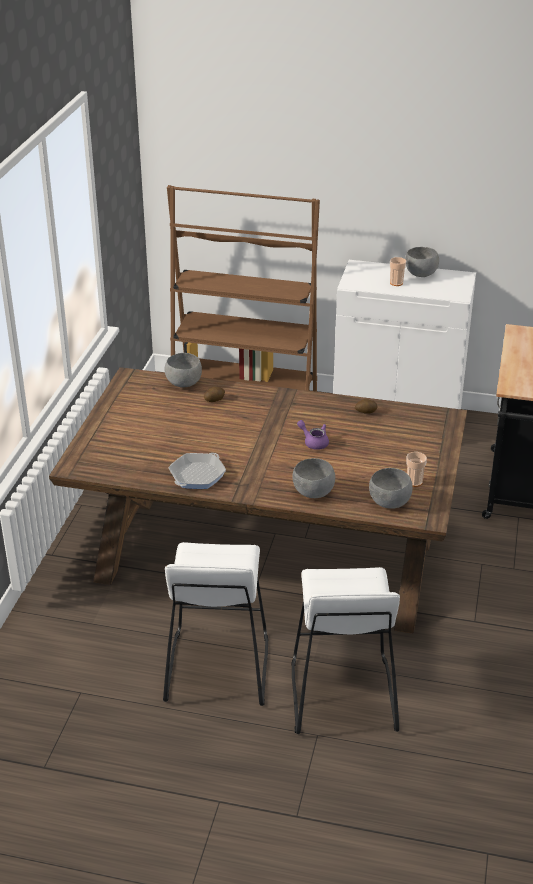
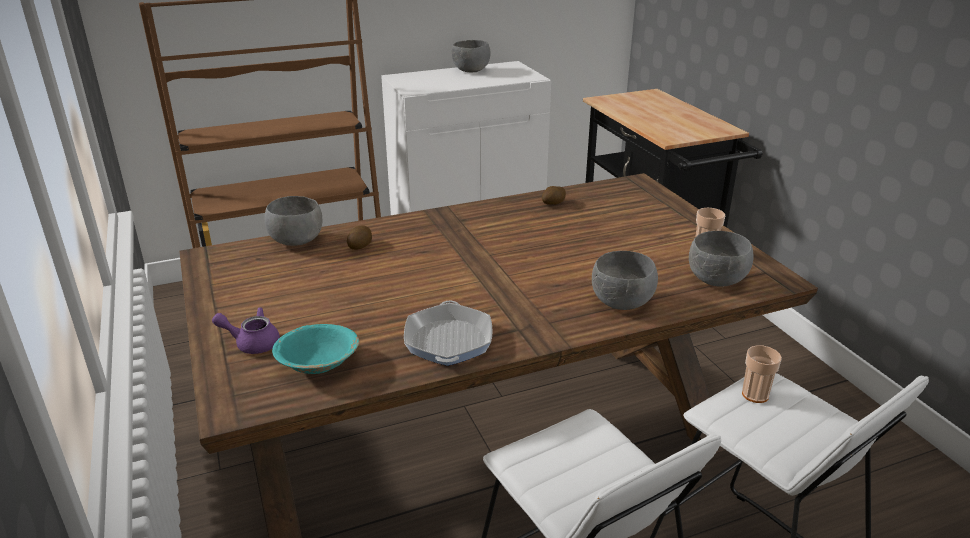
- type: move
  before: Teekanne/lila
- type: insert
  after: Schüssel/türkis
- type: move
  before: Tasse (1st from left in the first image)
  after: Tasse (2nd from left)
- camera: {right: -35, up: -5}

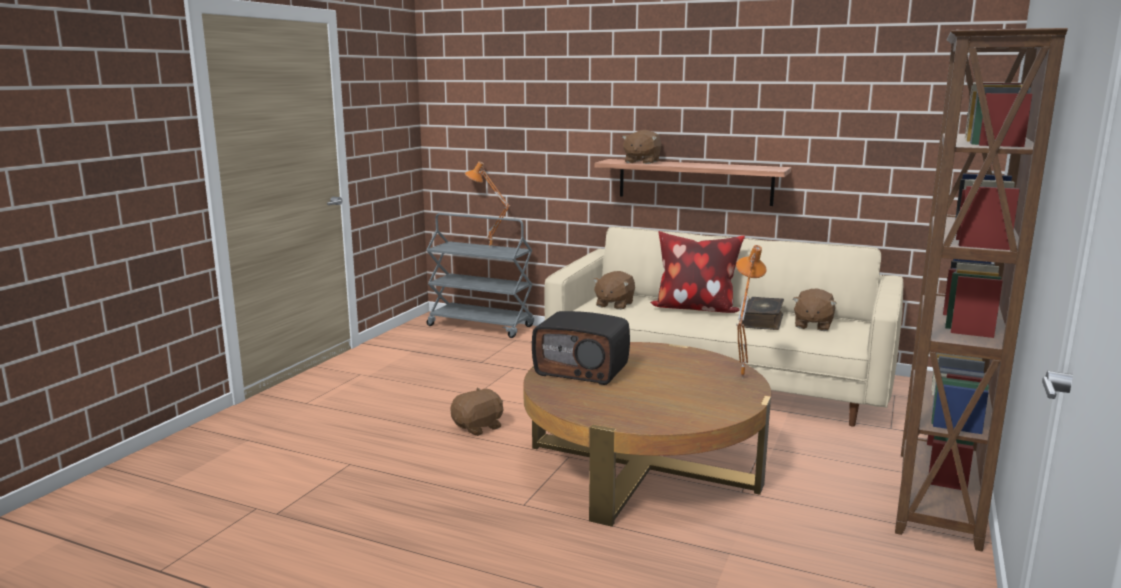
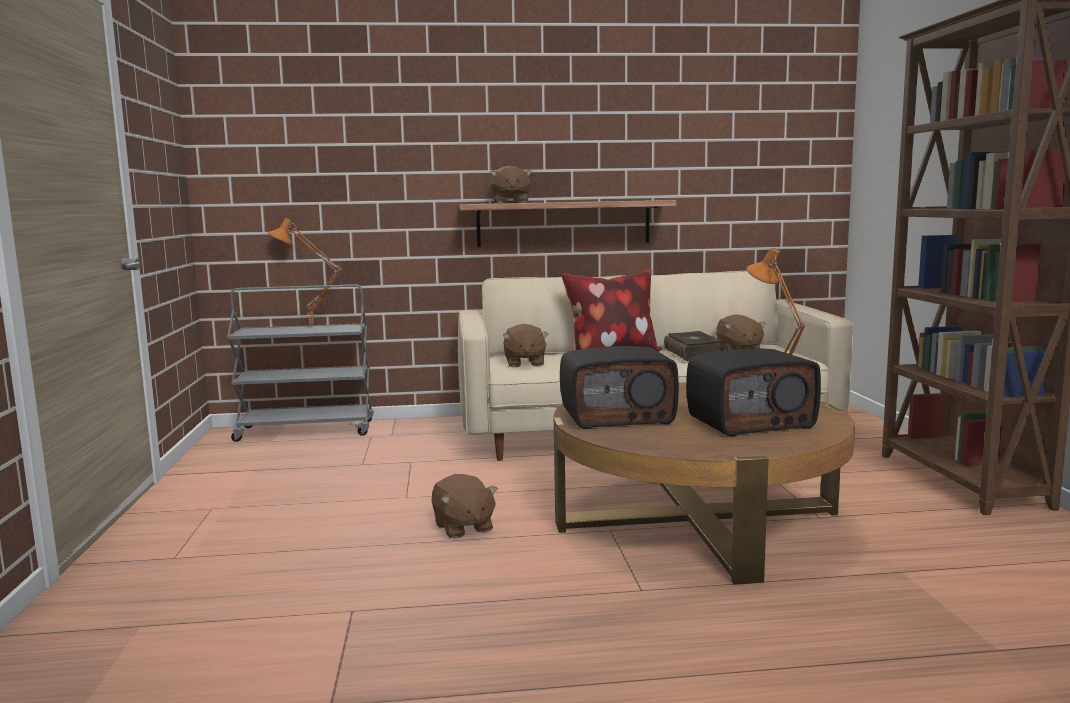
- type: rotate
  before: Plüschtier/braun (1st from left)
  turn: 135
- type: insert
  after: Radio (2nd from left)
- camera: {right: -30, up: -5}

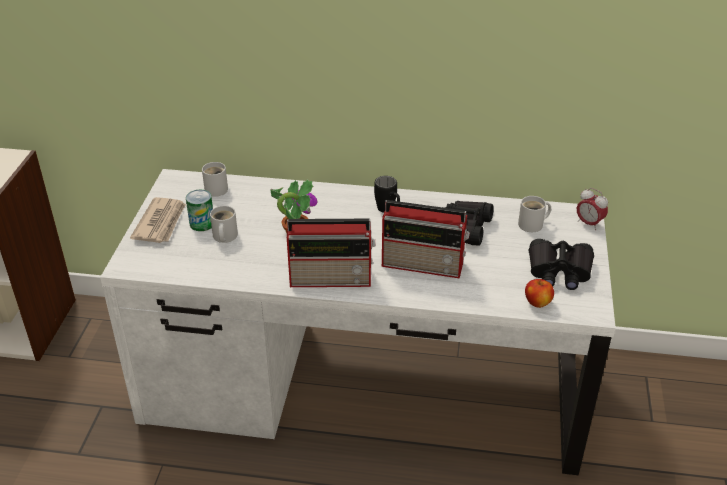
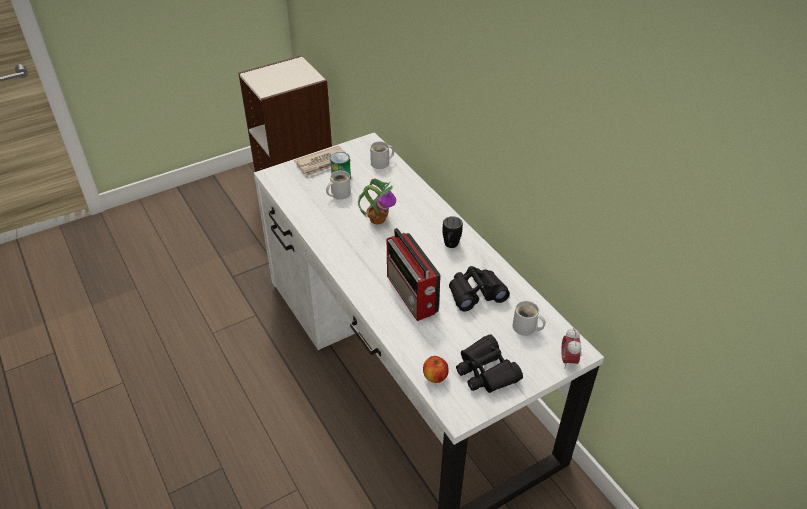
- type: delete
  before: Radio (1st from left)
- camera: {right: 50, up: 5}

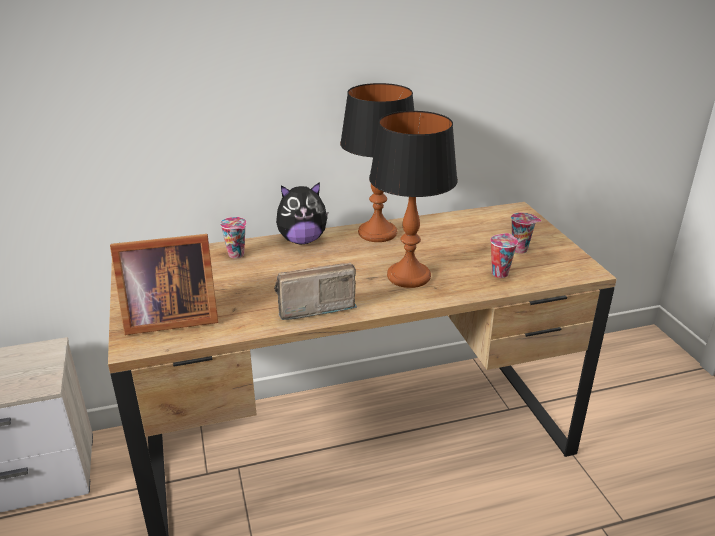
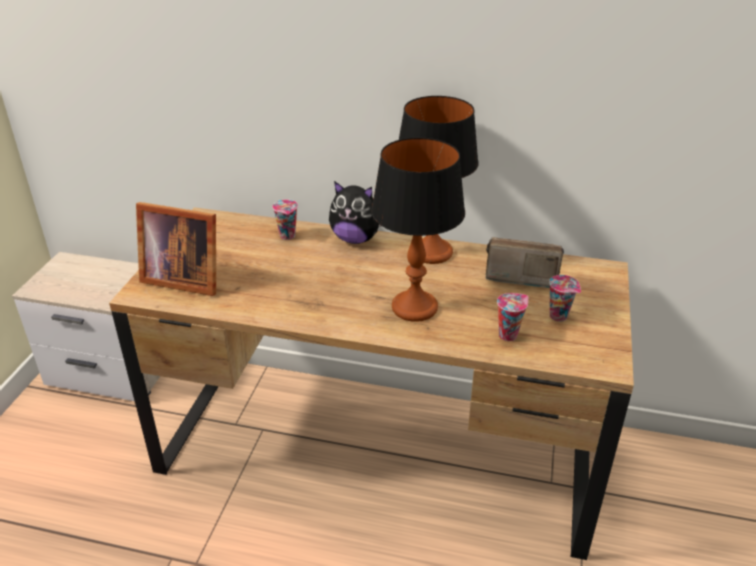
- type: move
  before: Radio
- camera: {right: 30, up: 5}

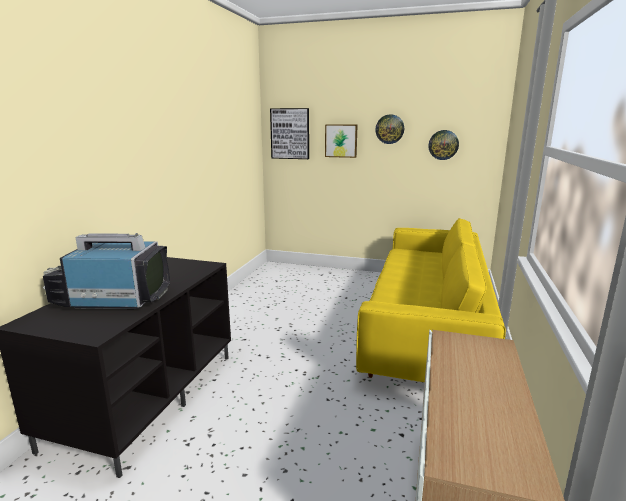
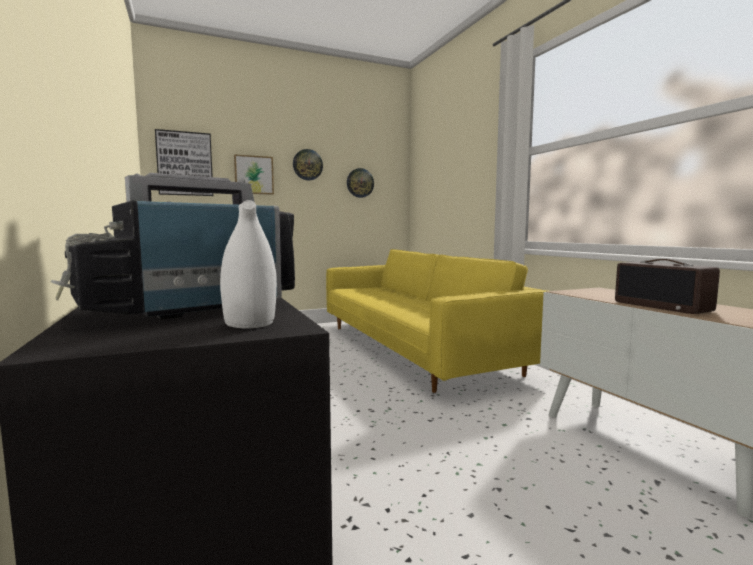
- type: insert
  after: Vase/weiß
- type: insert
  after: Radio
- camera: {right: -40, up: -10}

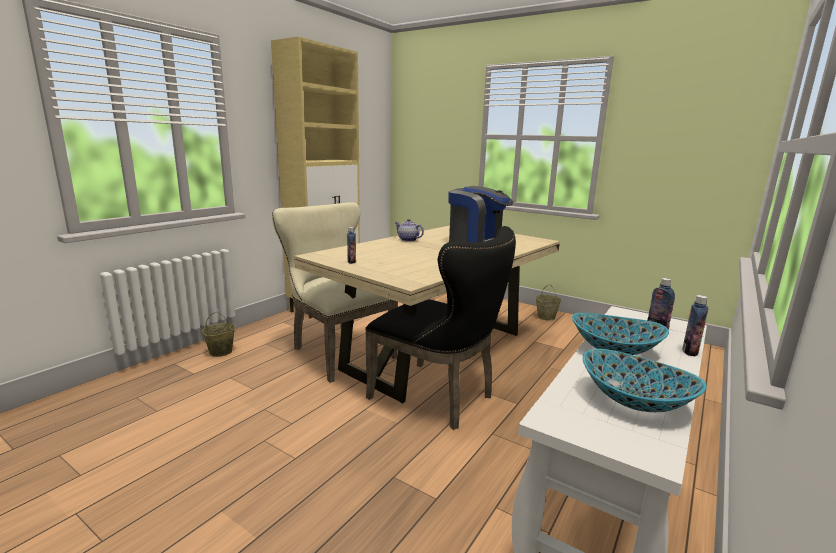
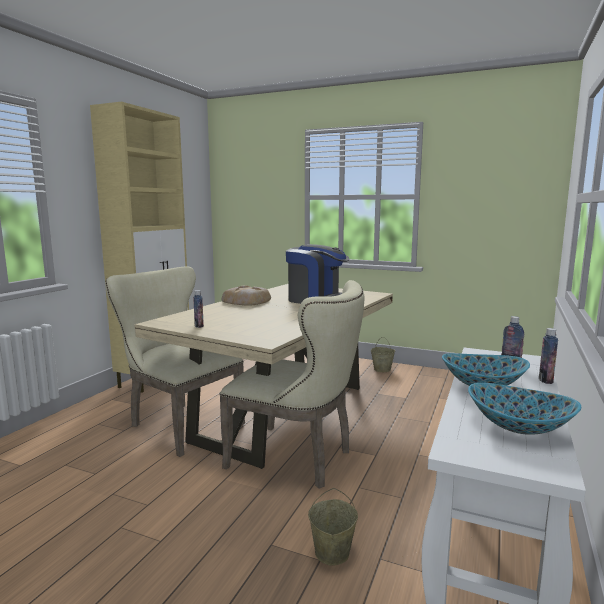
- type: recolor
  before: Stuhl/schwarz
  after: Stuhl/beige (2nd from left)
- type: replace
  before: Teekanne
  after: Brot
- type: move
  before: Eimer/beige (1st from left)
- camera: {right: -10, up: -5}

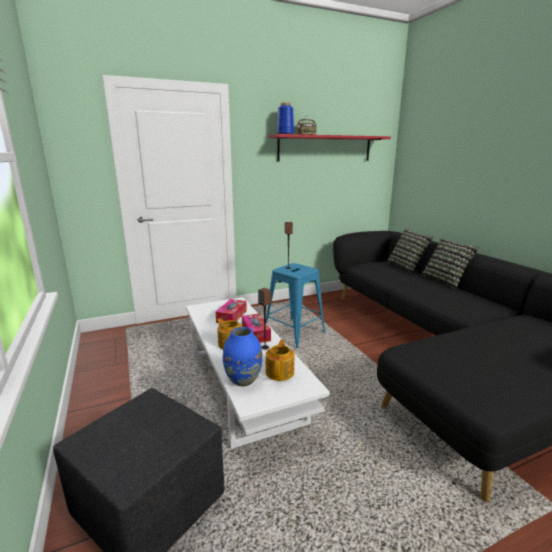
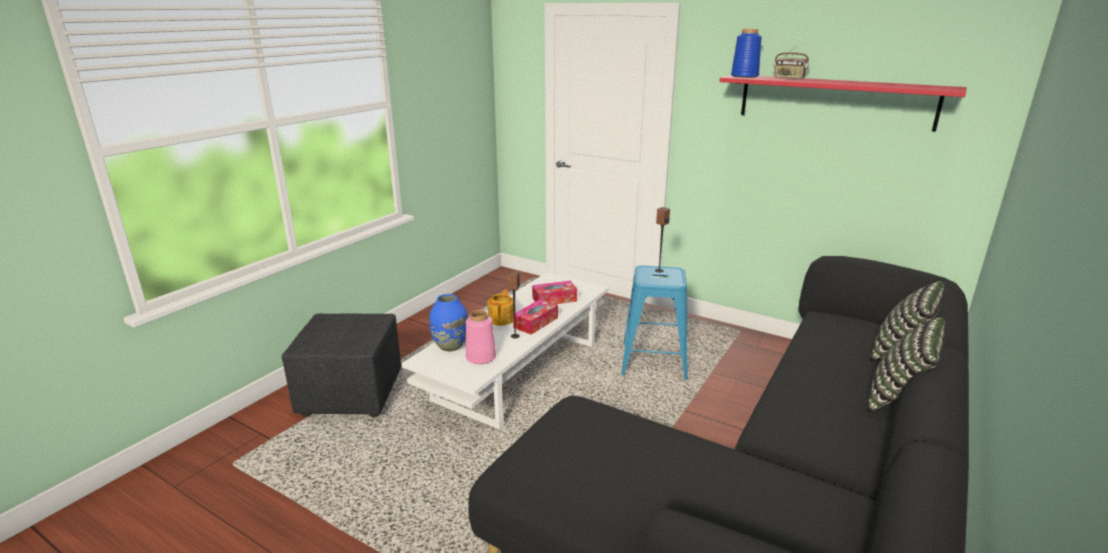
- type: replace
  before: Teekanne (2nd from left)
  after: Vase/rosa
- camera: {right: 55, up: 5}

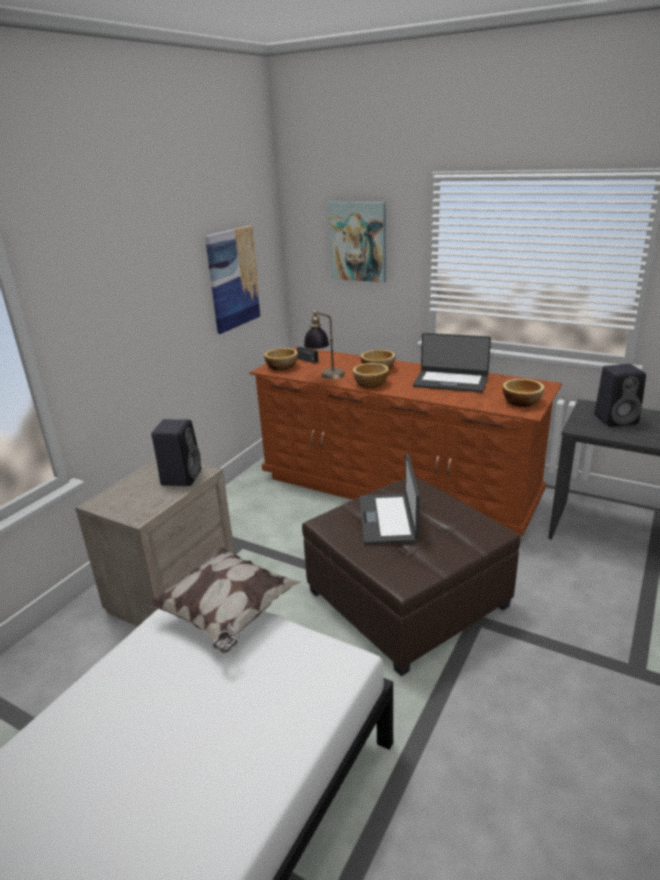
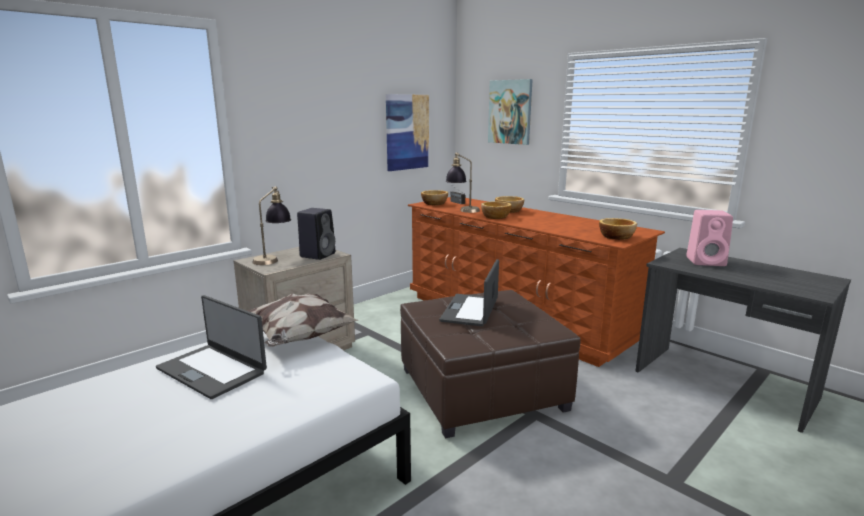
- type: move
  before: Laptop (2nd from left in the first image)
  after: Laptop (1st from left)
- type: insert
  after: Tischlampe (1st from left)
- type: recolor
  before: Lautsprecher/schwarz (2nd from left)
  after: Lautsprecher/rosa
- camera: {right: 15, up: -10}

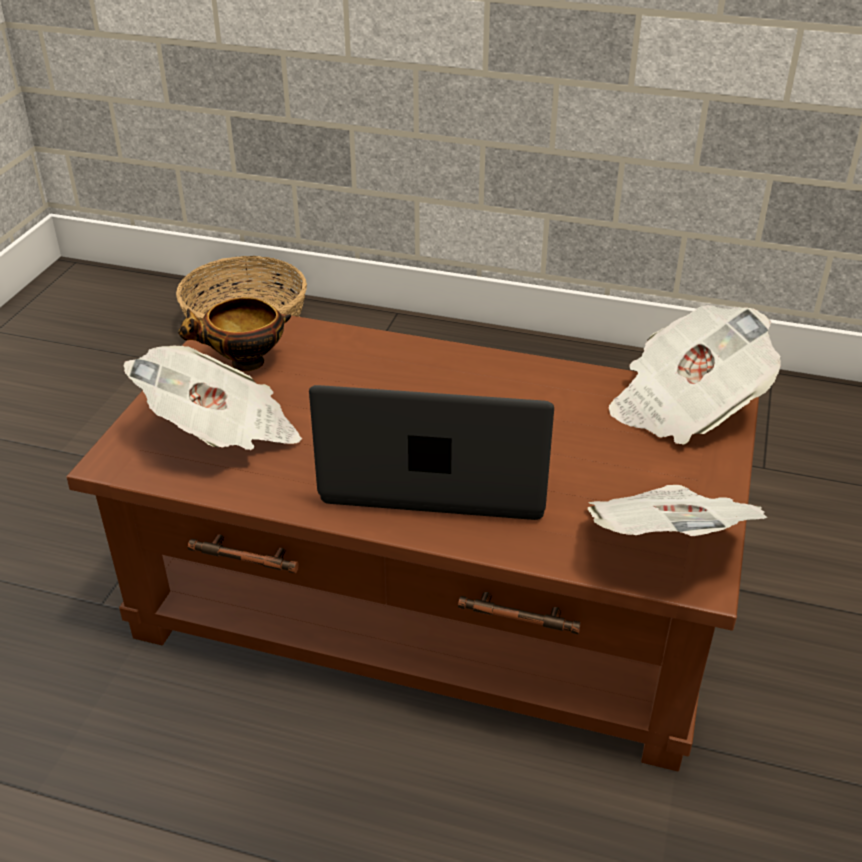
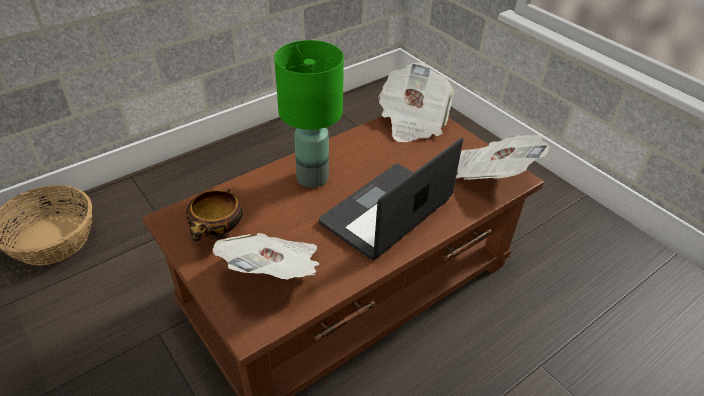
- type: insert
  after: Tischlampe/grün
- camera: {right: -55, up: 5}

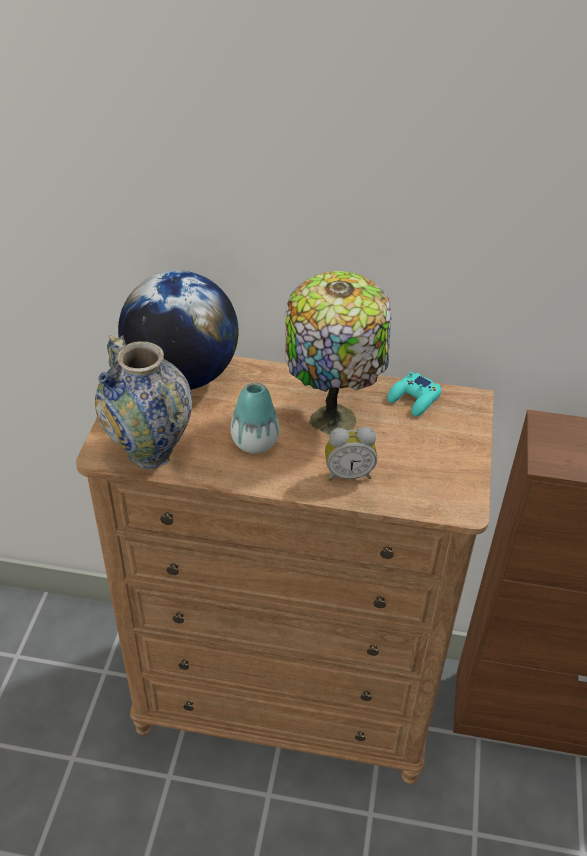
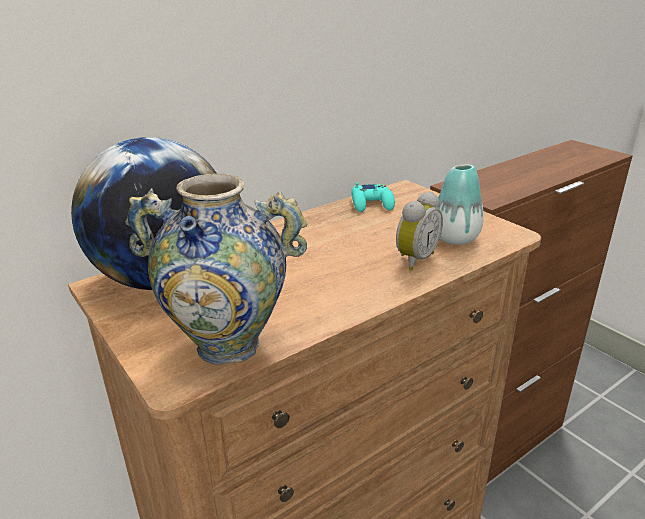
- type: move
  before: Vase (2nd from left)
- type: delete
  before: Tischlampe
- camera: {right: -45, up: -15}

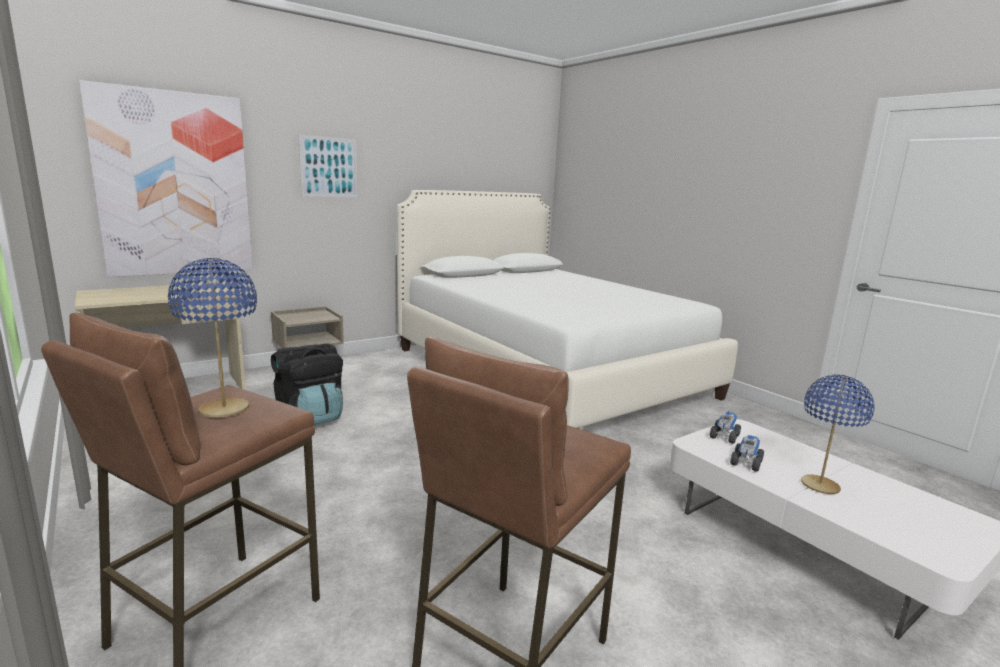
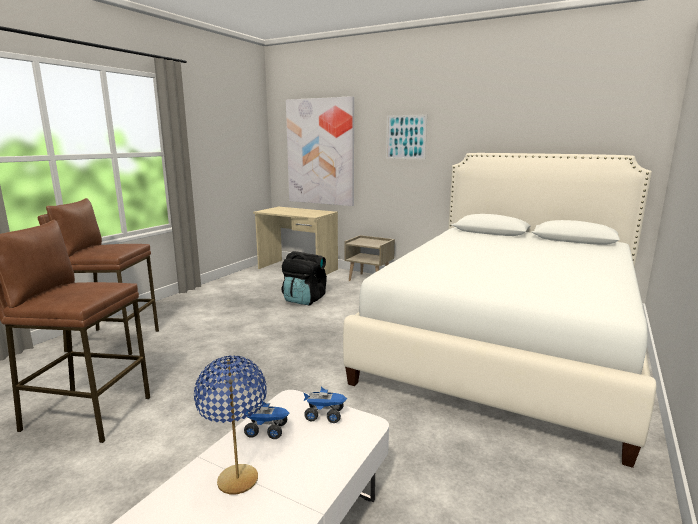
- type: delete
  before: Tischlampe/blau (1st from left)
- camera: {right: 65, up: 0}

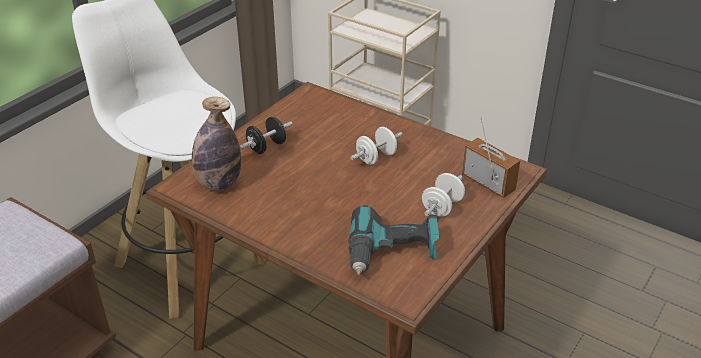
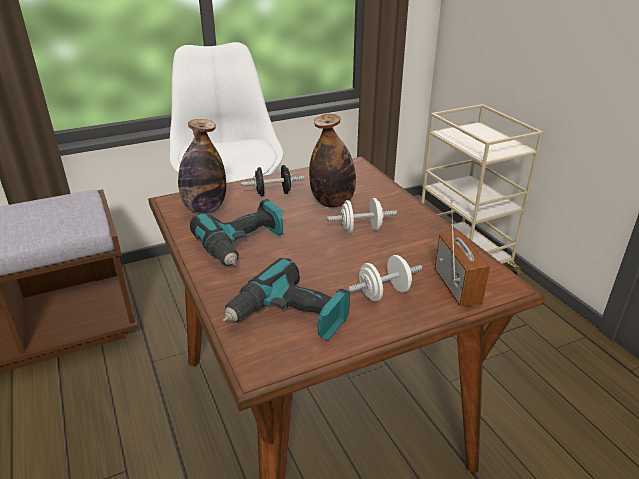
- type: insert
  after: Bohrmaschine (1st from left)
- type: insert
  after: Flasche (2nd from left)
- camera: {right: 30, up: -5}

